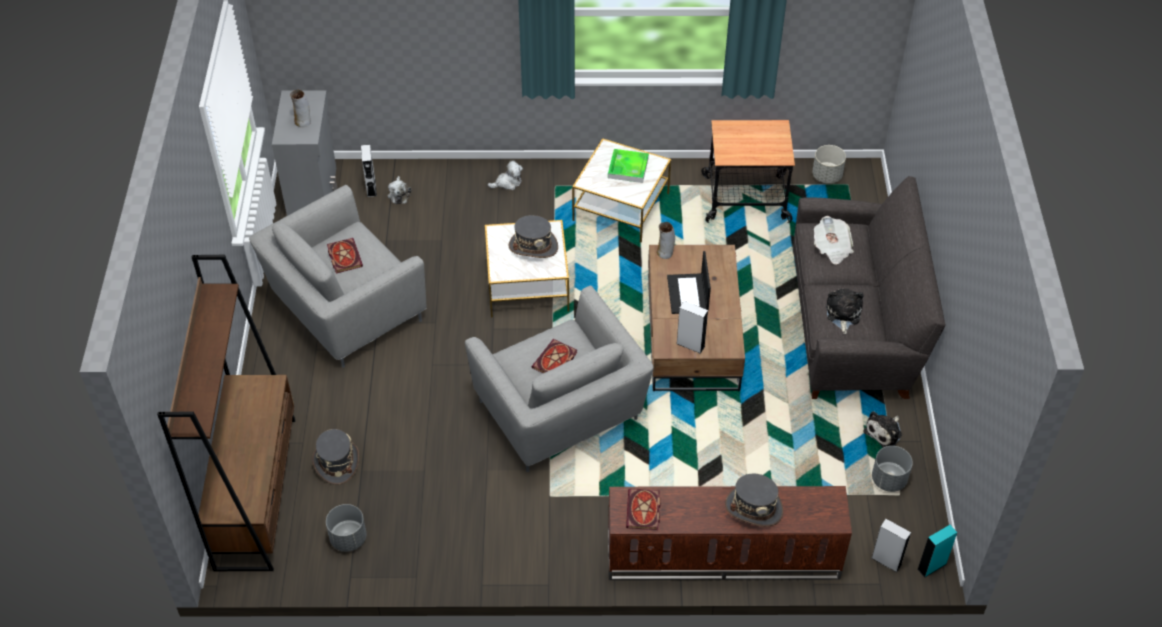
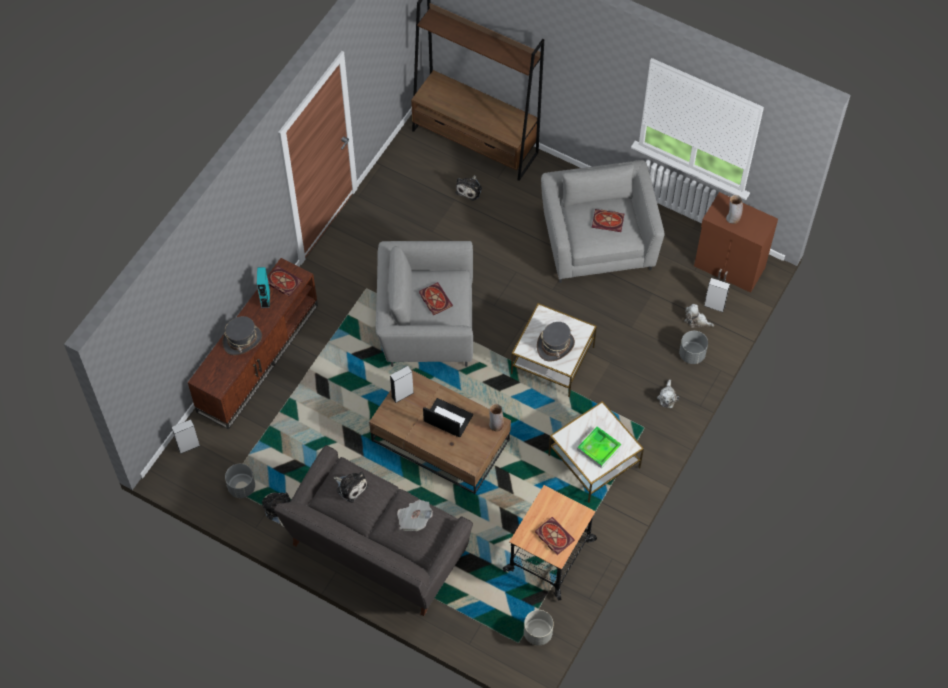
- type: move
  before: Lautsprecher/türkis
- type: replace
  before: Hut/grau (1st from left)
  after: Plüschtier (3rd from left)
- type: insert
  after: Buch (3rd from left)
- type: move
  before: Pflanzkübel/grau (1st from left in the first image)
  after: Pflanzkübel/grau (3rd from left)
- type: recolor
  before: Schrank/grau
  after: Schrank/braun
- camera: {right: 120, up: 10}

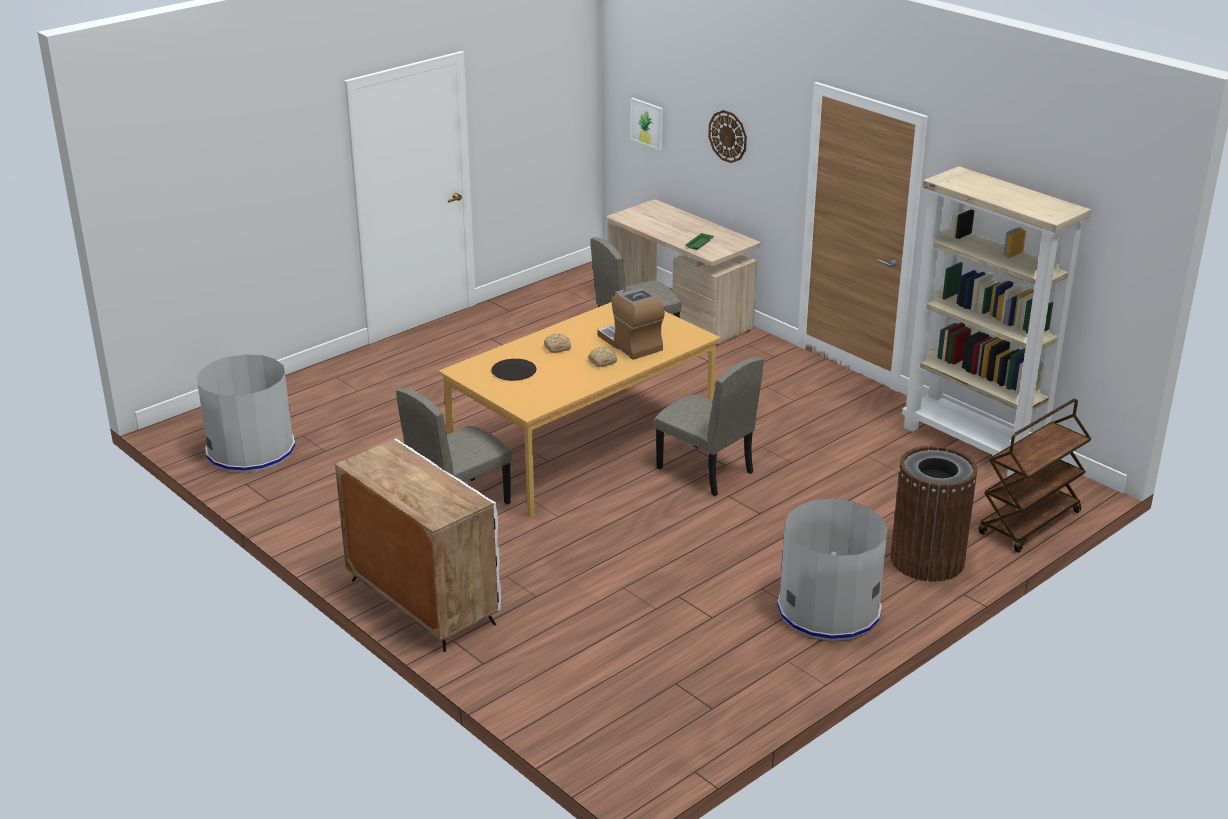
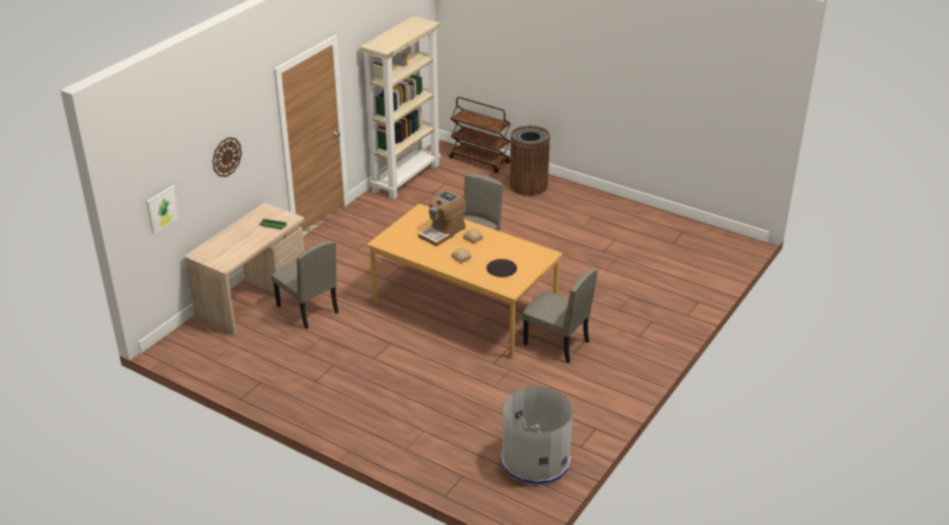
- type: delete
  before: Schrank/weiß
- type: delete
  before: Mülleimer/grau (2nd from left)
- camera: {right: -105, up: 5}

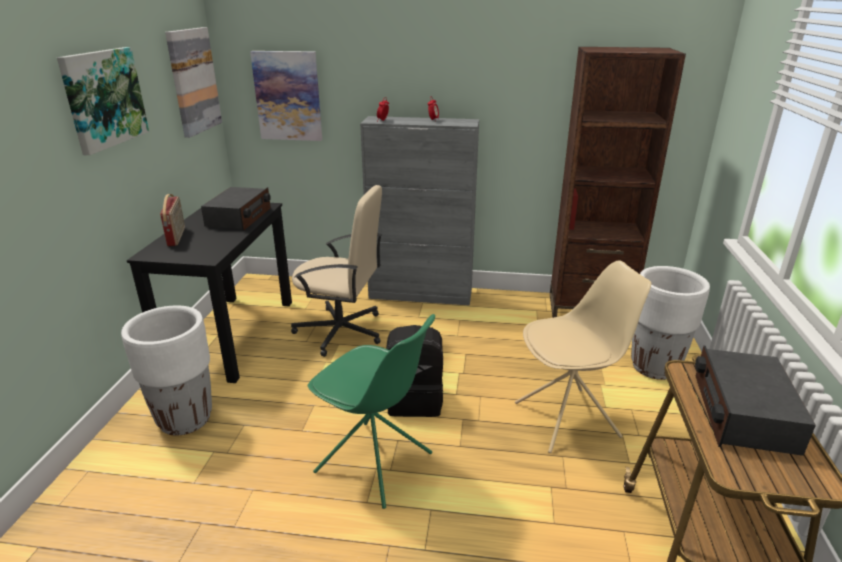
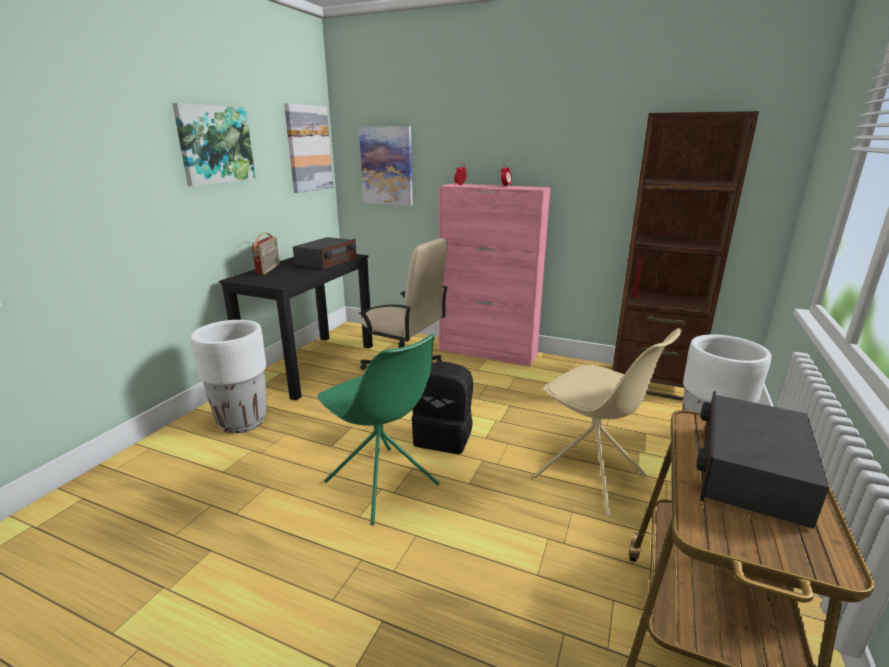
- type: recolor
  before: Schrank/grau
  after: Schrank/rosa
- type: rotate
  before: Stuhl/beige
  turn: 45
- camera: {right: 15, up: -5}

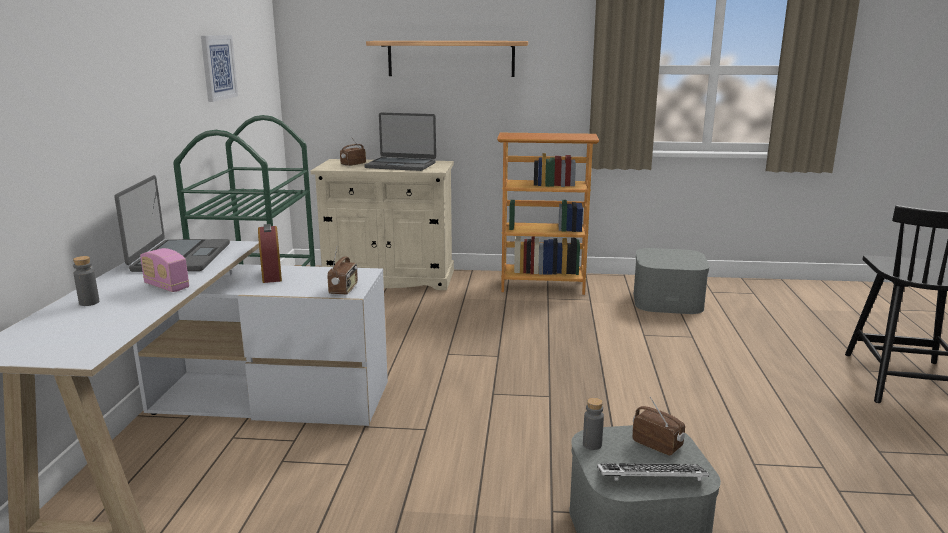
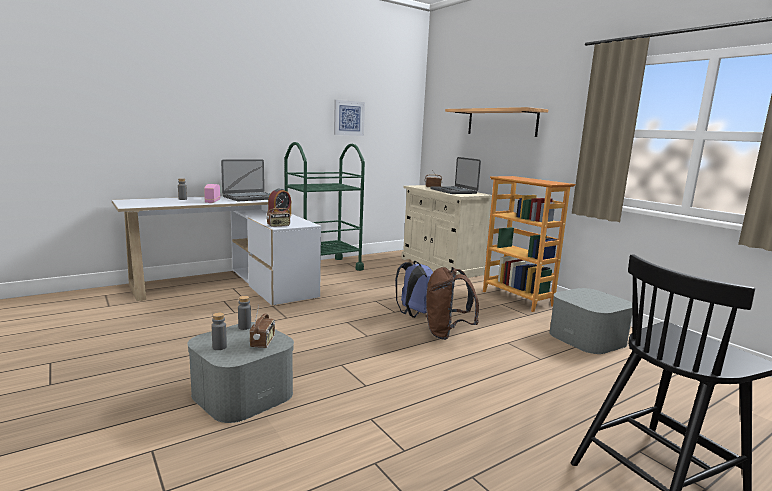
- type: replace
  before: Tastatur
  after: Flasche/grau (2nd from left)
- type: insert
  after: Rucksack/blau
- type: insert
  after: Rucksack/braun
- camera: {right: 50, up: -5}

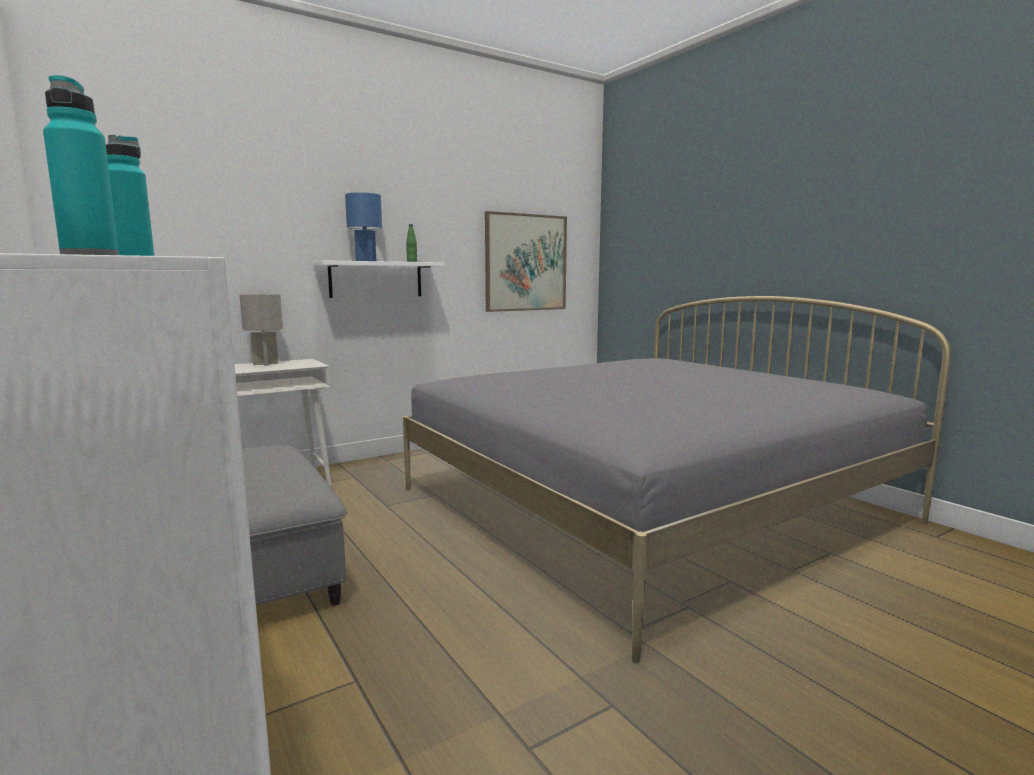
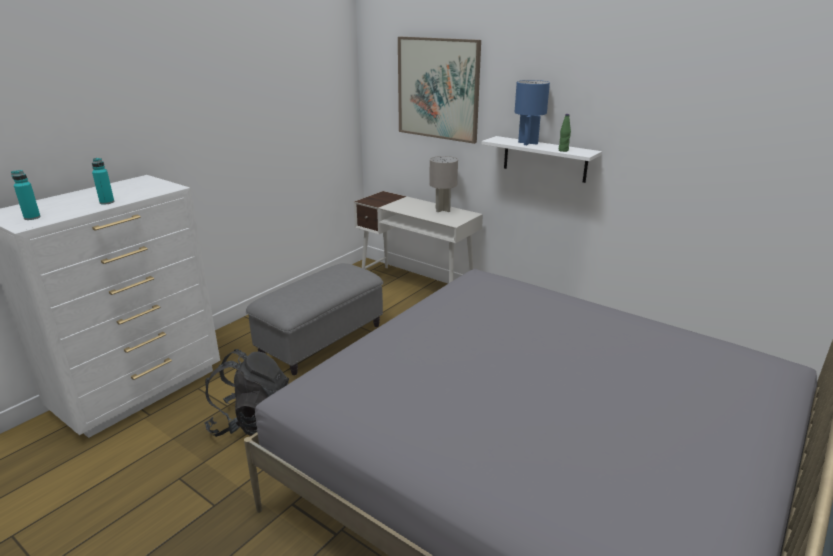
- type: insert
  after: Rucksack/schwarz
- type: move
  before: Bild
- camera: {right: 70, up: 15}

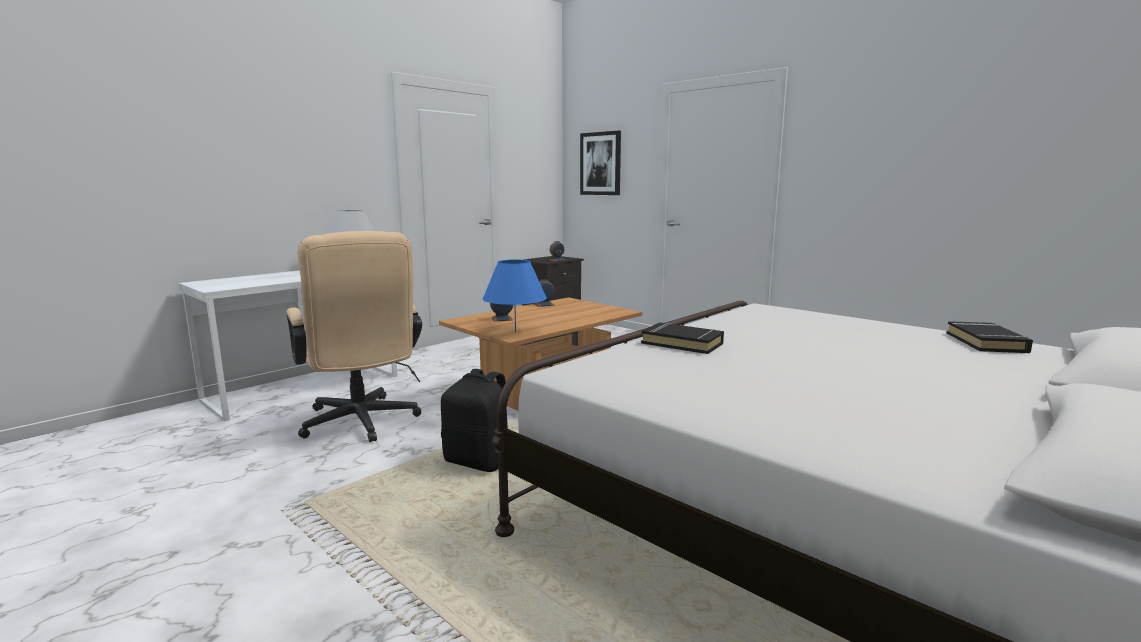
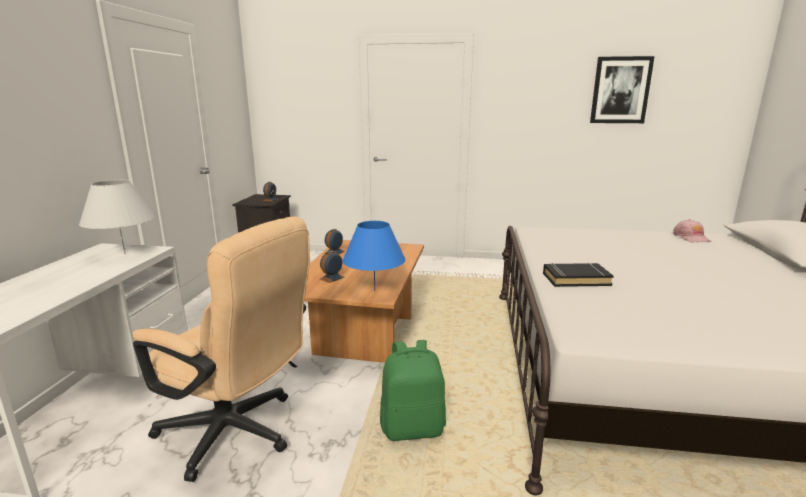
- type: recolor
  before: Rucksack/schwarz
  after: Rucksack/grün
- type: move
  before: Bild
- type: replace
  before: Buch/schwarz (2nd from left)
  after: Kappe/rosa
- camera: {right: -35, up: 5}

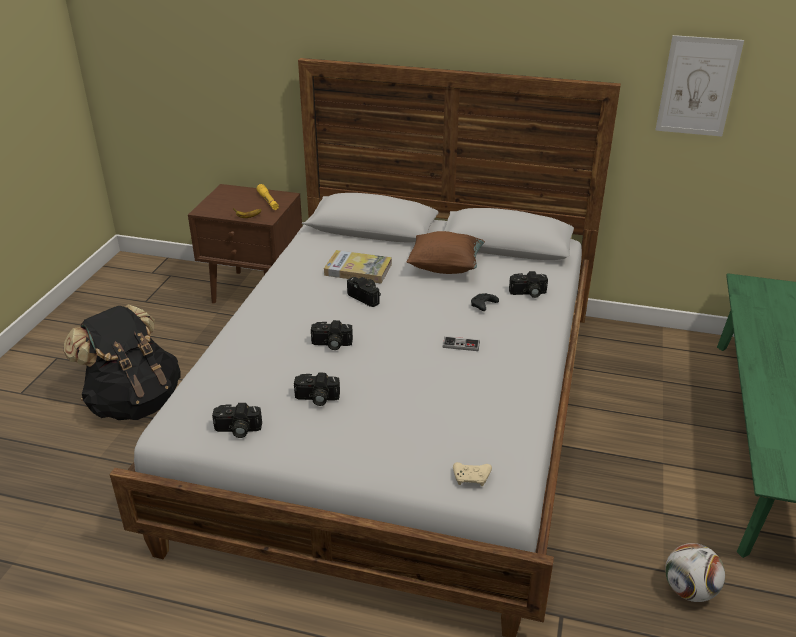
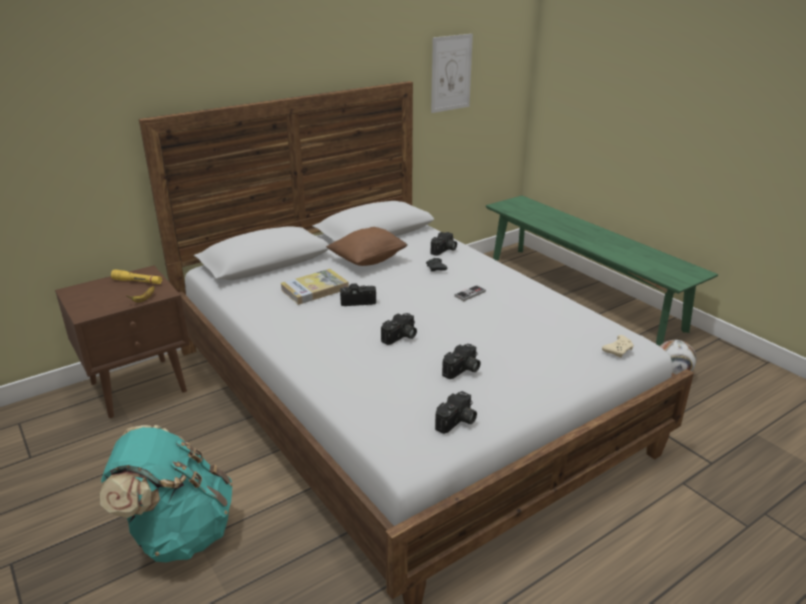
- type: recolor
  before: Rucksack/schwarz
  after: Rucksack/türkis
- camera: {right: -50, up: -5}

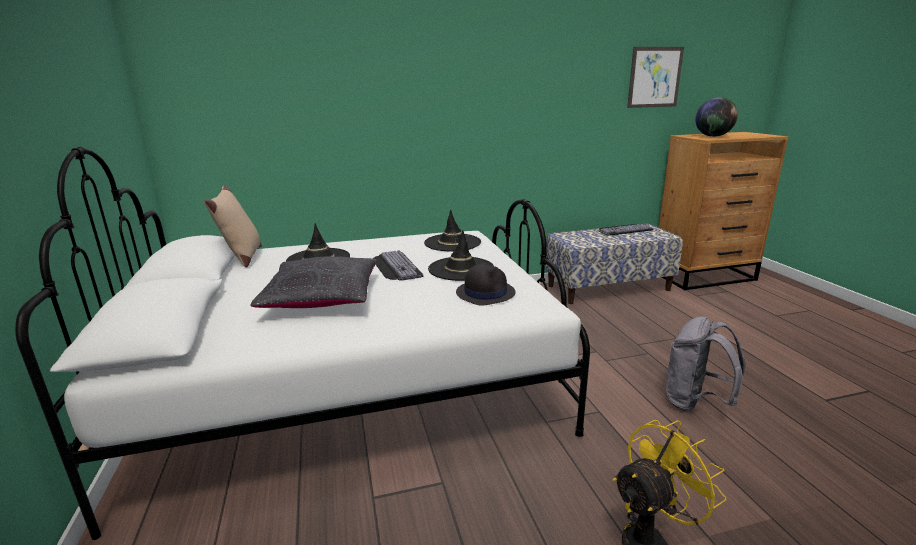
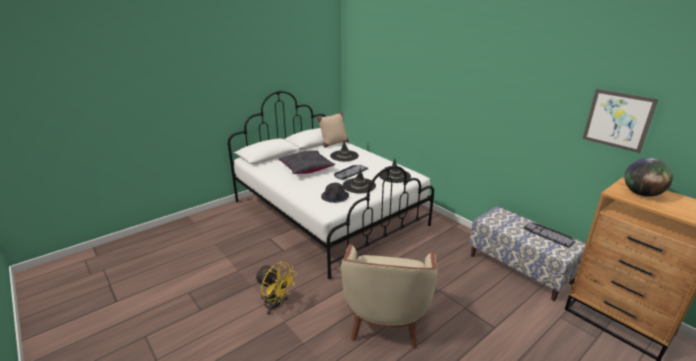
- type: replace
  before: Rucksack/grau
  after: Sessel/beige
- camera: {right: 65, up: 5}

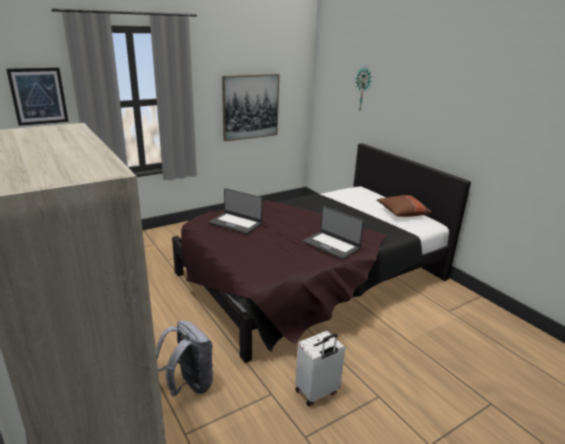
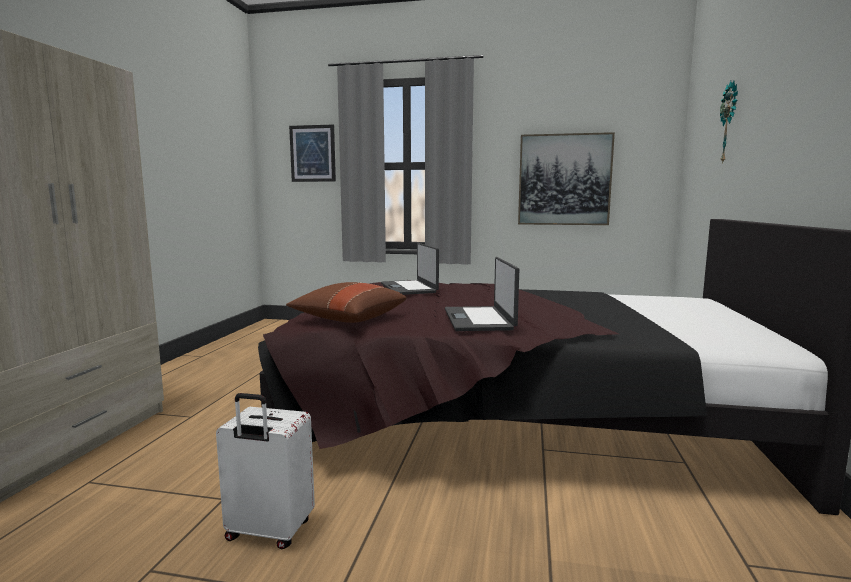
- type: move
  before: Kissen/braun
- type: delete
  before: Rucksack/grau
- camera: {right: 45, up: -15}

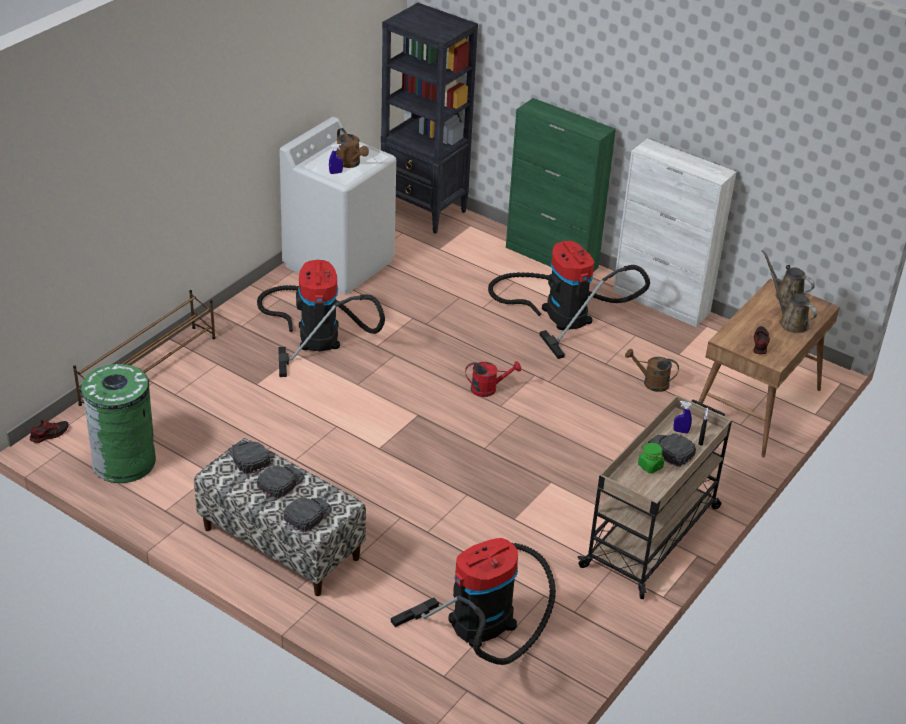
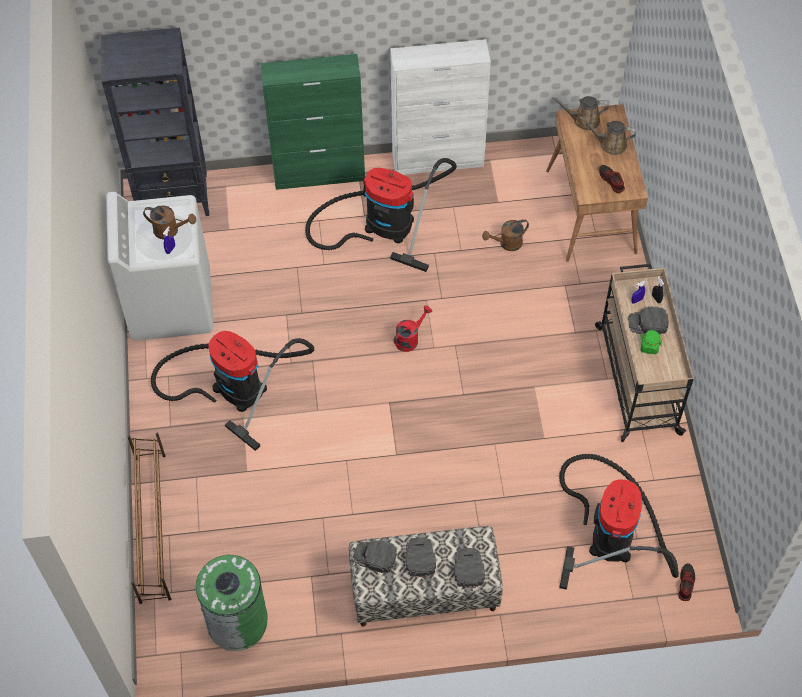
- type: move
  before: Schuh (1st from left in the first image)
  after: Schuh (2nd from left)
- camera: {right: -40, up: 20}

